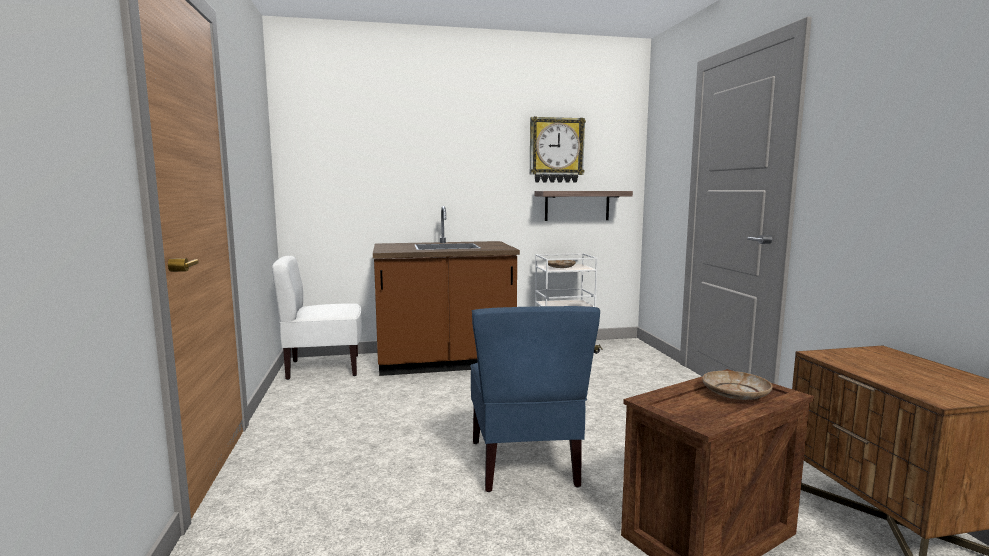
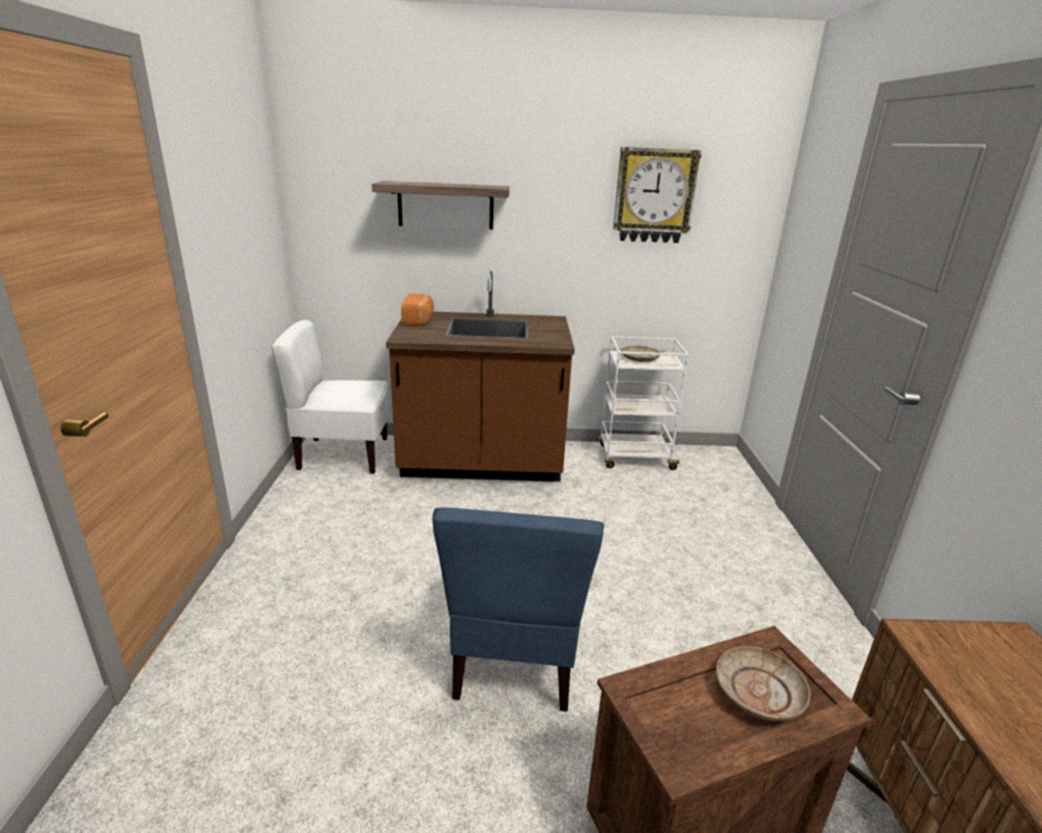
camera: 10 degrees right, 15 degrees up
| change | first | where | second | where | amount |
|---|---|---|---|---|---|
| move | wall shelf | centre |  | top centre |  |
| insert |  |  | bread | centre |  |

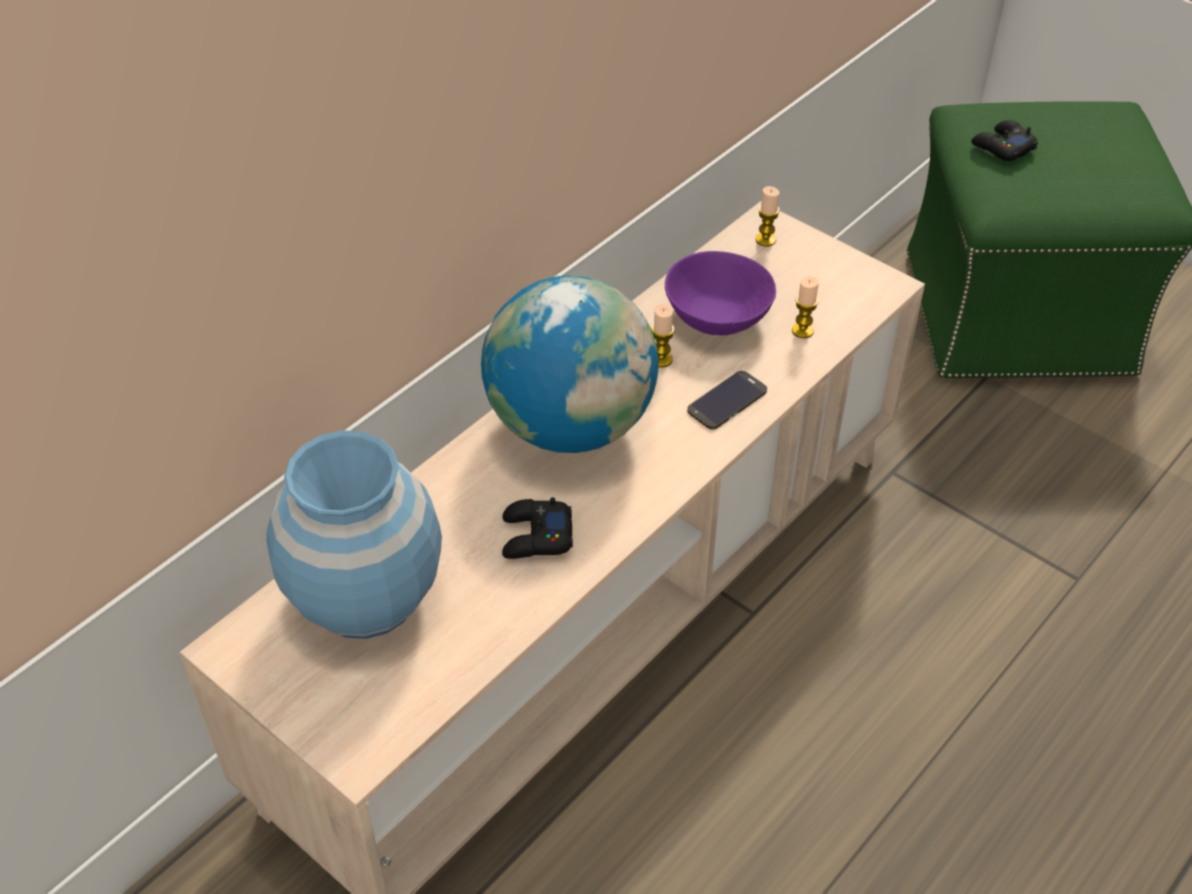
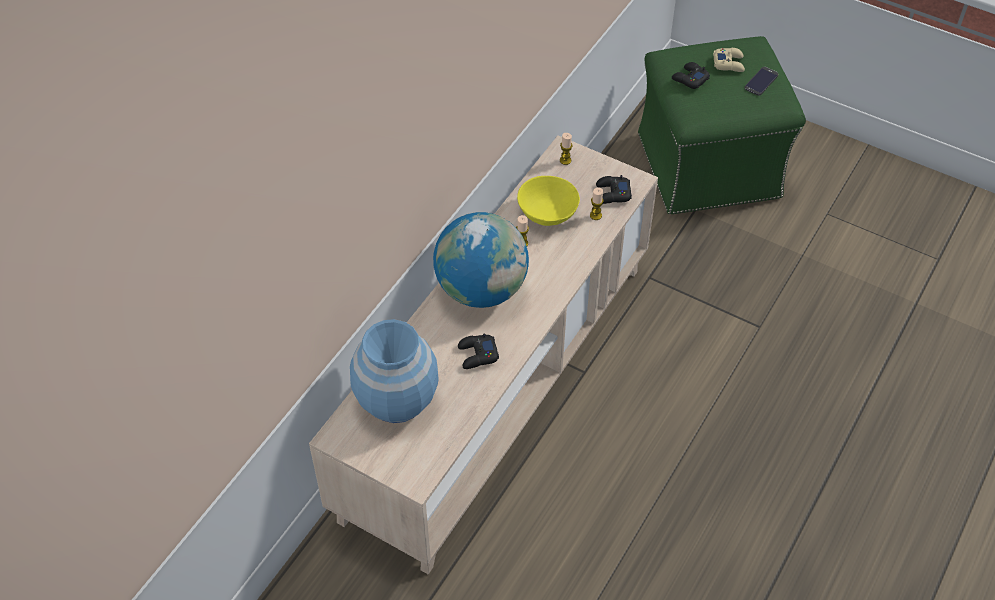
camera: 10 degrees left, 5 degrees up
| change | first | where | second | where | amount |
|---|---|---|---|---|---|
| recolor | purple-coloured deep dish | top centre | yellowish deep dish | centre |  |
| move | telephone | centre |  | top right |  |
| insert |  |  | blackish joypad (2nd from left) | top centre |  |
| insert |  |  | beige joypad | top right |  |

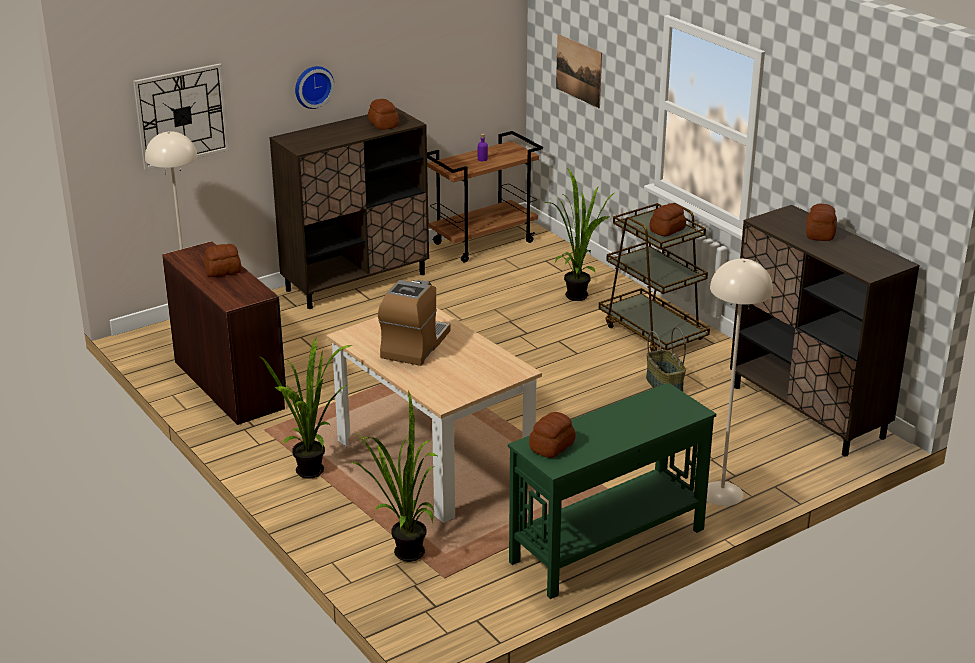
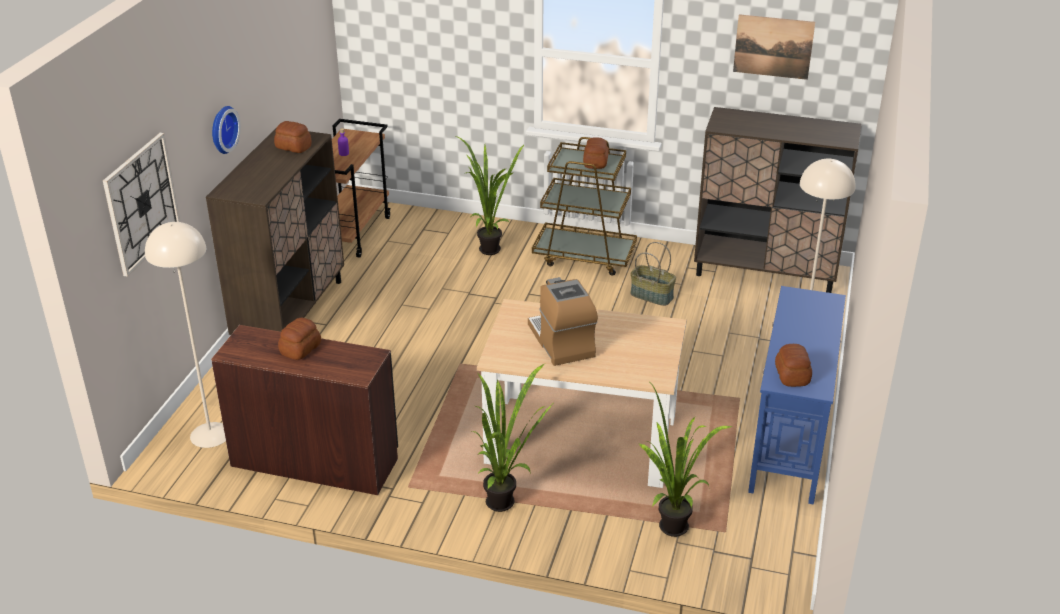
camera: 40 degrees left, 5 degrees up
| change | first | where | second | where | amount |
|---|---|---|---|---|---|
| recolor | green-coloured hall table | bottom centre | bluish hall table | middle right |  |
| move | picture | top centre |  | top right |  |
| delete | bread (5th from left) | middle right |  |  |  |

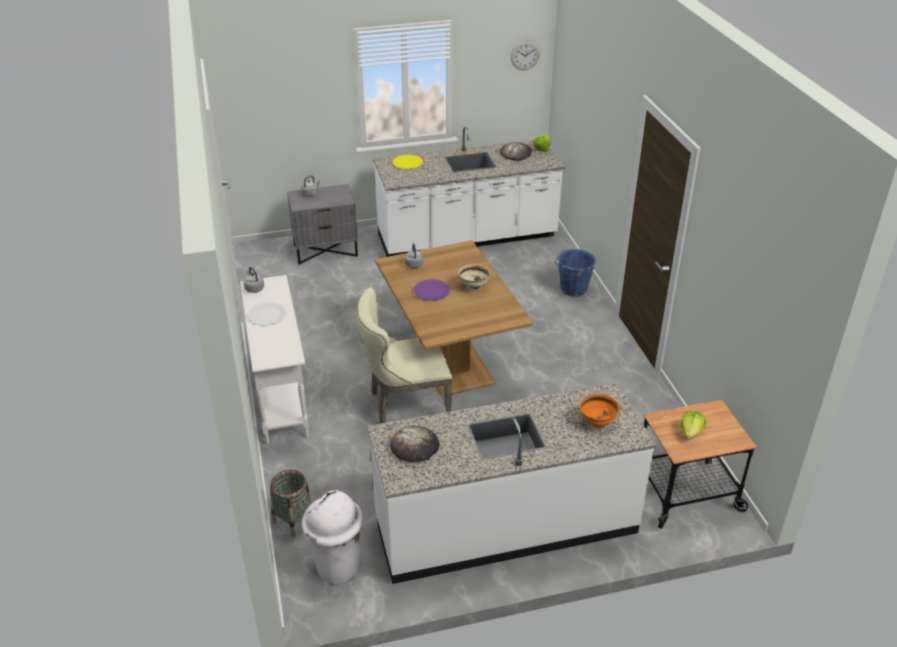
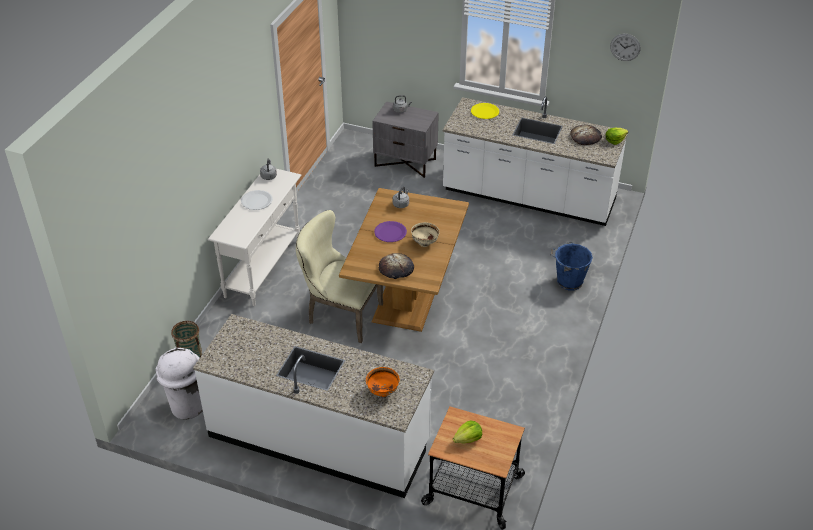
camera: 35 degrees right, 5 degrees up
| change | first | where | second | where | amount |
|---|---|---|---|---|---|
| move | bread (1st from left) | bottom centre |  | centre |  |

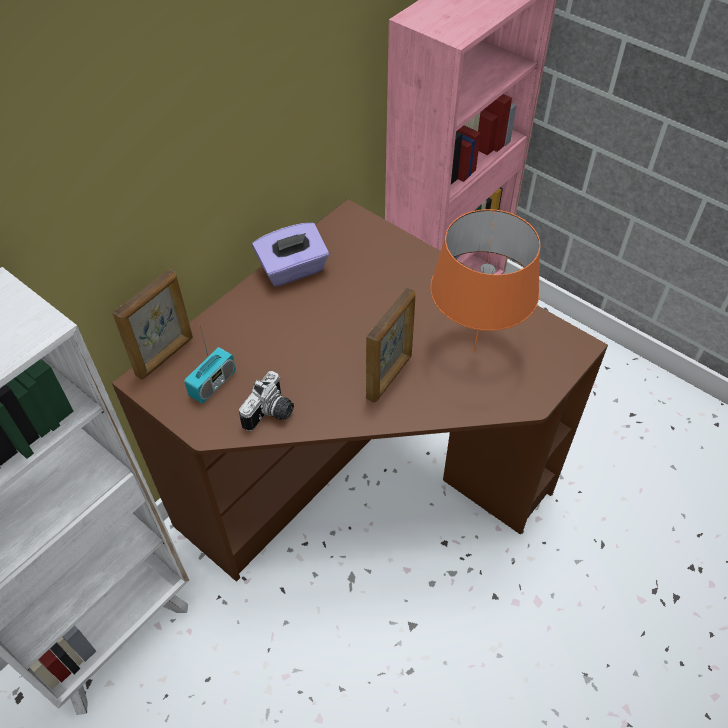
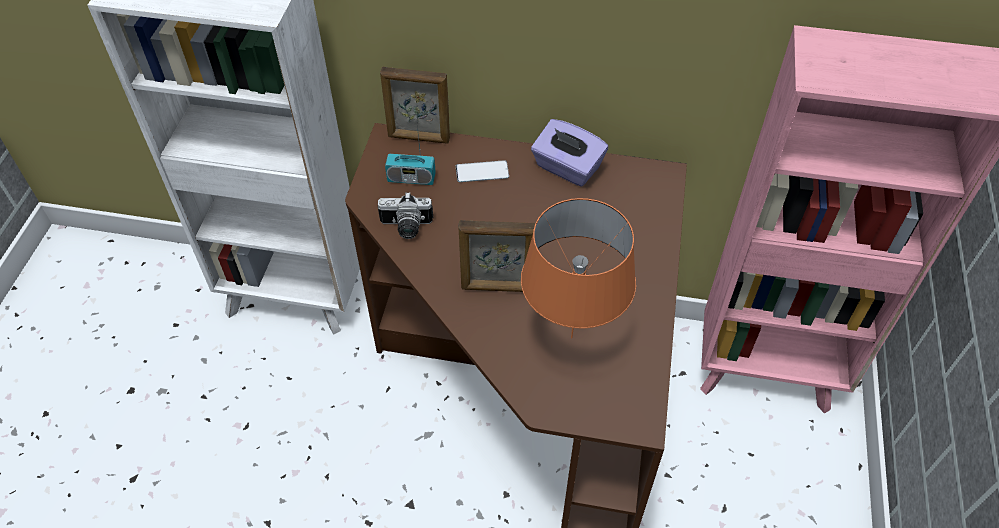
camera: 60 degrees right, 0 degrees up
| change | first | where | second | where | amount |
|---|---|---|---|---|---|
| insert |  |  | telephone | top centre |  |

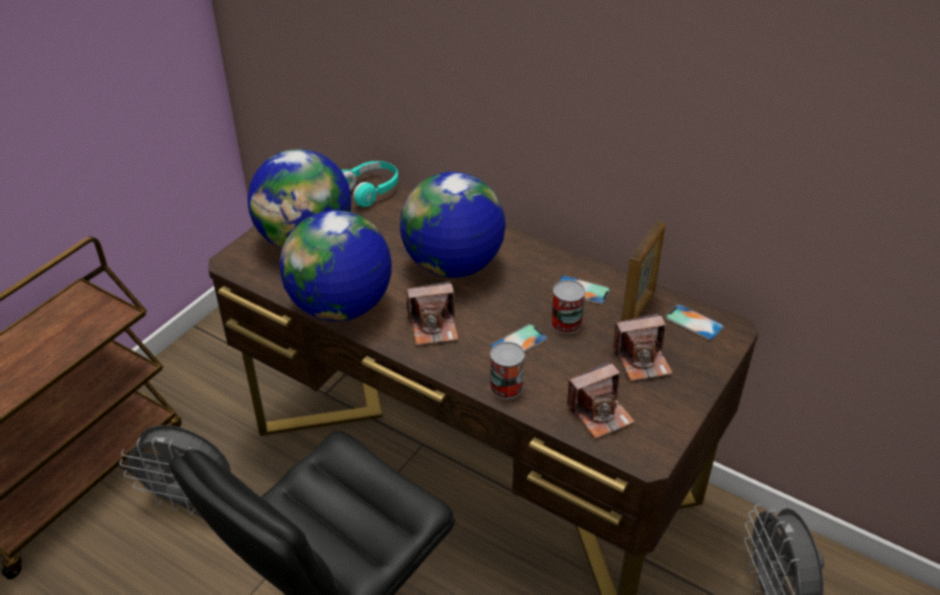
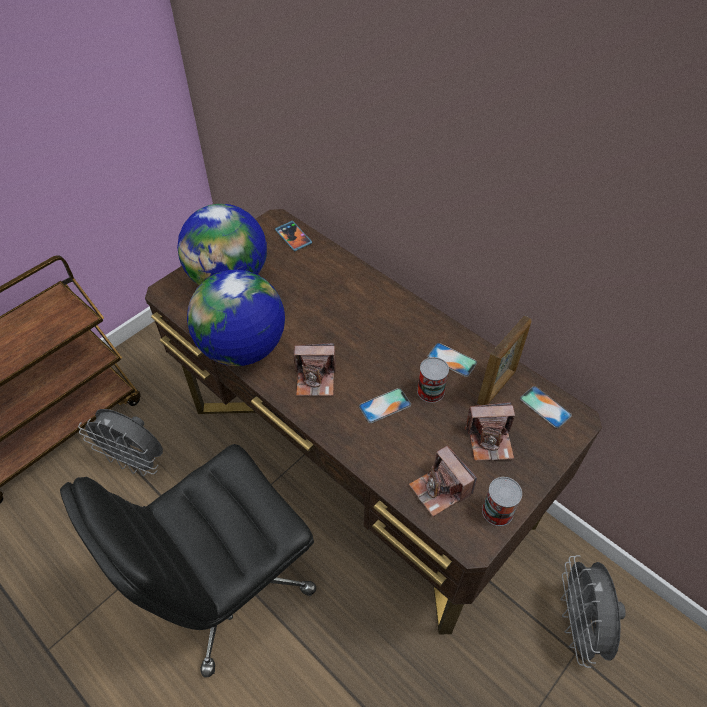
camera: 10 degrees right, 10 degrees up
| change | first | where | second | where | amount |
|---|---|---|---|---|---|
| replace | turquoise-coloured pair of headphones | top centre | telephone (1st from left) | centre |  |
| delete | globe (3rd from left) | centre |  |  |  |
| move | sealed can (1st from left in the first image) | centre | sealed can (2nd from left) | bottom right |  |
| rotate | still camera (2nd from left) | bottom centre |  | bottom centre | 75 degrees clockwise |

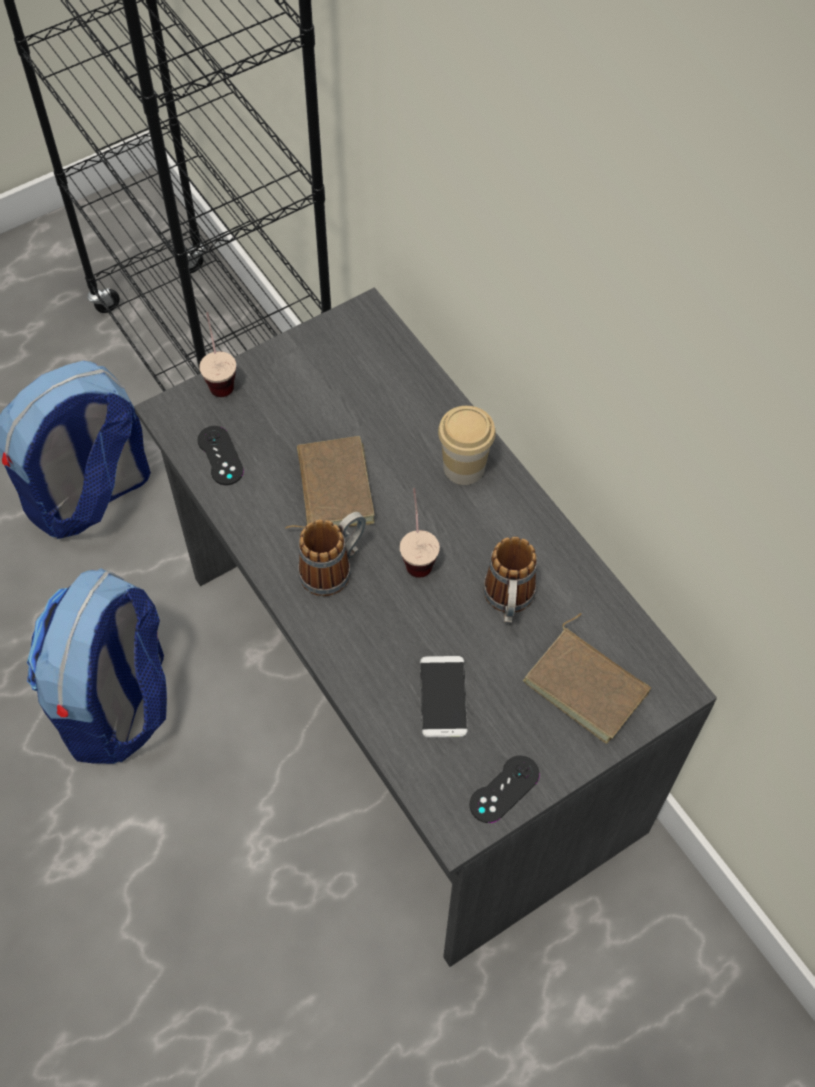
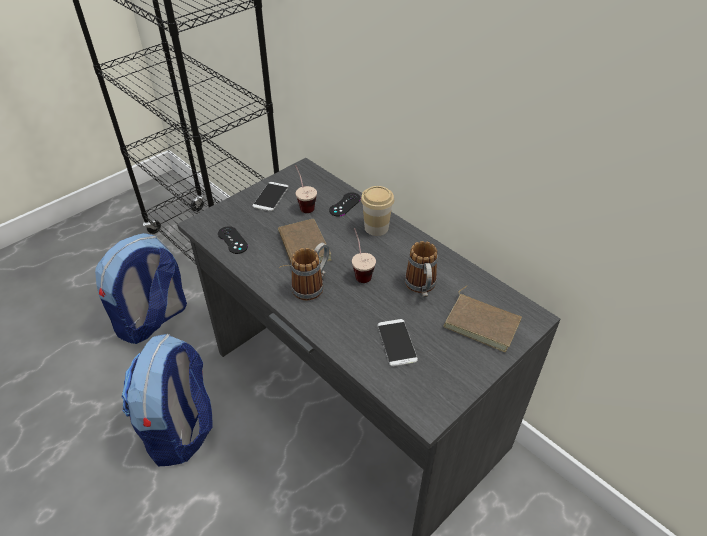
camera: 10 degrees left, 15 degrees down
| change | first | where | second | where | amount |
|---|---|---|---|---|---|
| move | small cup (1st from left) | top left |  | centre |  |
| move | blackish joypad (2nd from left) | bottom centre |  | centre |  |
| insert |  |  | telephone (1st from left) | centre |  |

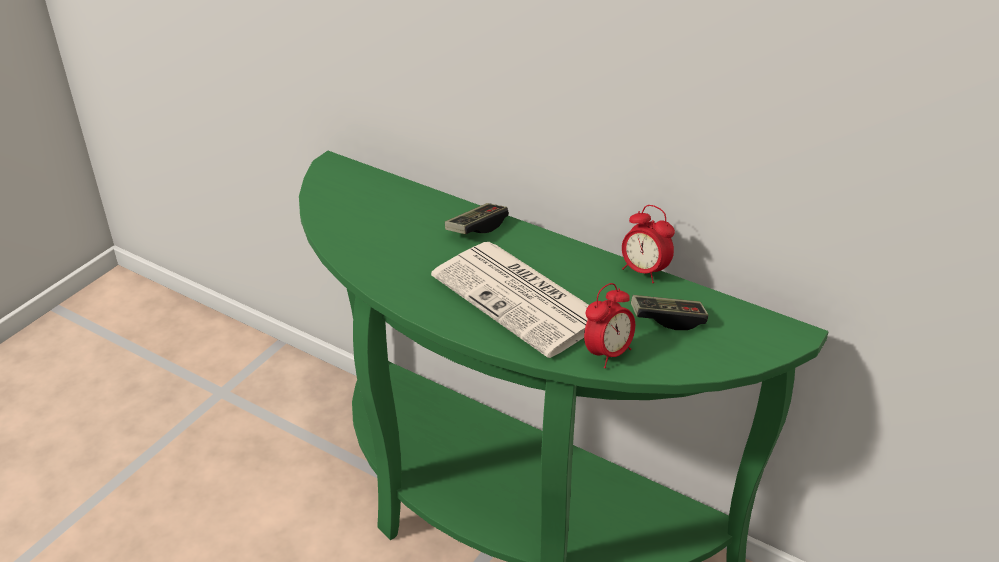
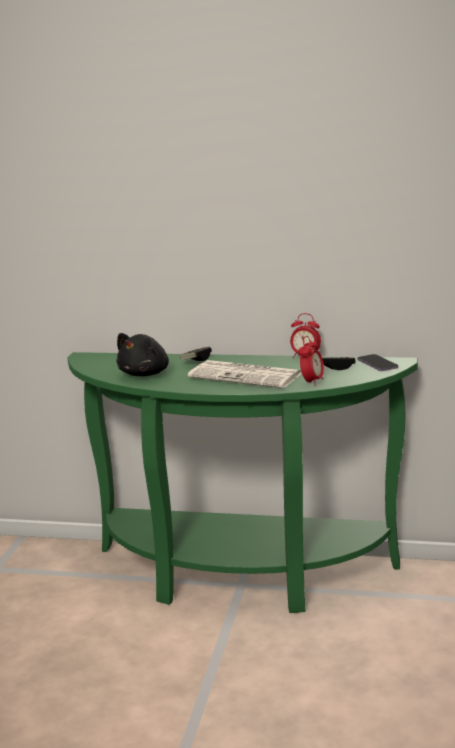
camera: 20 degrees left, 20 degrees down
| change | first | where | second | where | amount |
|---|---|---|---|---|---|
| insert |  |  | blackish cuddly toy | middle left |  |
| insert |  |  | telephone | middle right |  |

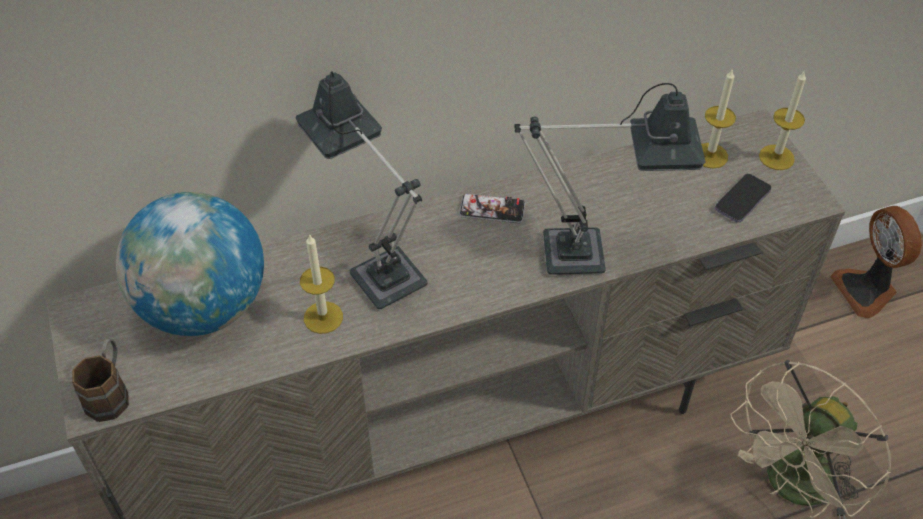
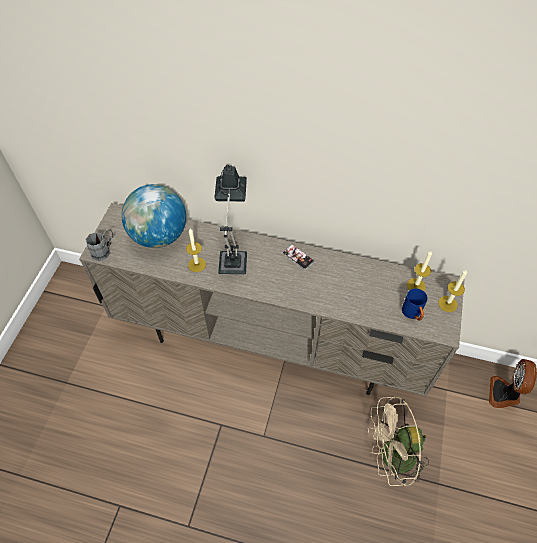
camera: 35 degrees right, 5 degrees up
| change | first | where | second | where | amount |
|---|---|---|---|---|---|
| recolor | brown mug | bottom left | gray mug | middle left |  |
| delete | tabletop lamp (2nd from left) | centre |  |  |  |
| replace | telephone (2nd from left) | middle right | bluish mug | middle right |  |

